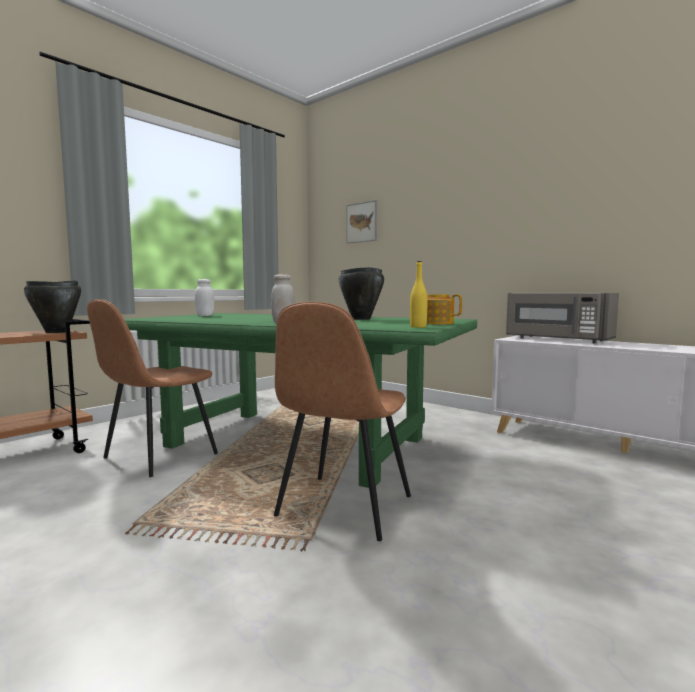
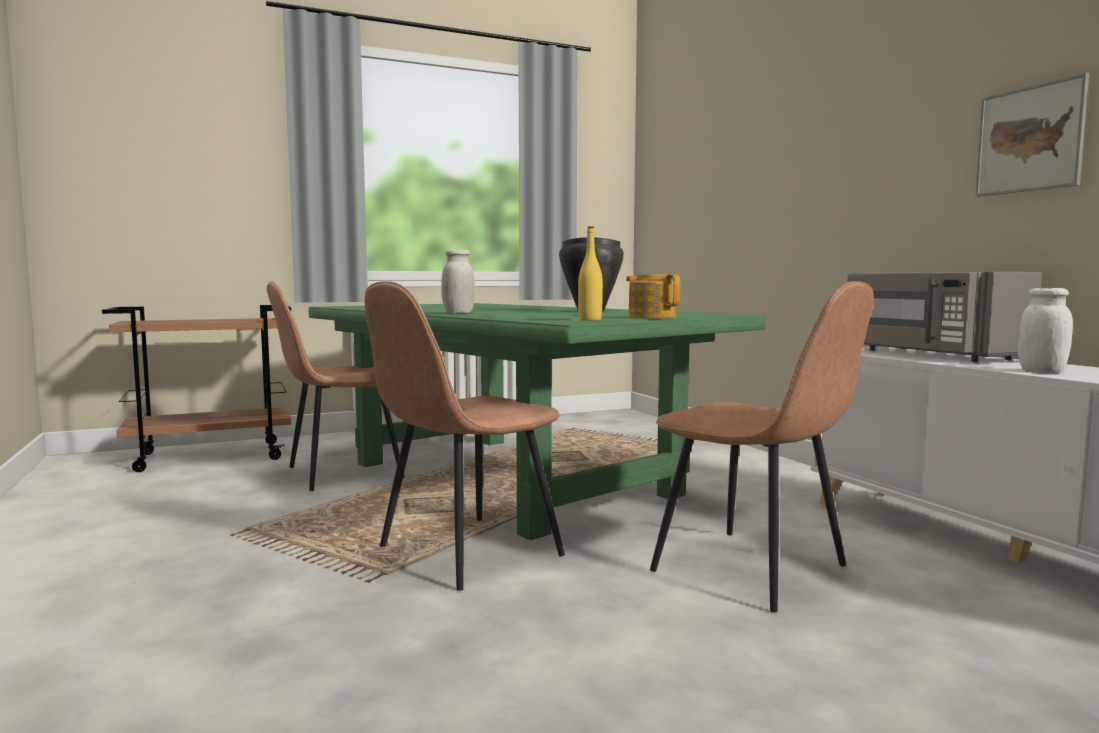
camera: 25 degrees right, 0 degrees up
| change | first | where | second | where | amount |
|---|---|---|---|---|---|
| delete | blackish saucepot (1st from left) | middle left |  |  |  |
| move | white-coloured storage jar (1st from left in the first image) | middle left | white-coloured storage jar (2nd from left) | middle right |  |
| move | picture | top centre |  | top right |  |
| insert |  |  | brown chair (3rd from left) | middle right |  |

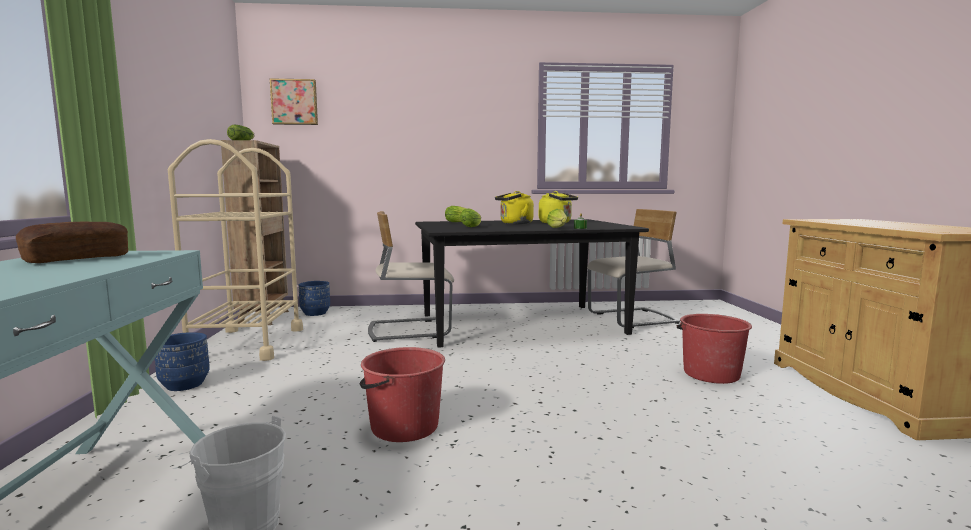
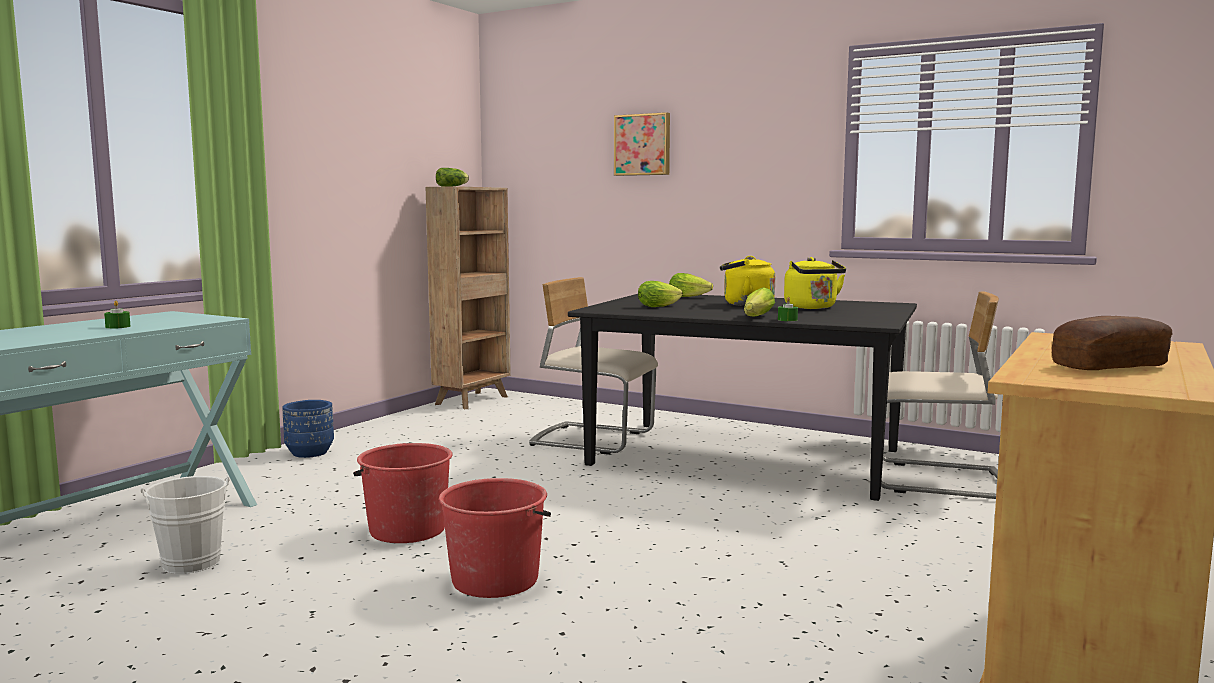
camera: 35 degrees right, 0 degrees up
| change | first | where | second | where | amount |
|---|---|---|---|---|---|
| move | bread | middle left |  | middle right |  |
| delete | beige wheeled cart | middle left |  |  |  |
| move | picture | top left |  | top centre |  |
| delete | bluish plant pot (2nd from left) | middle left |  |  |  |
| move | reddish bucket (2nd from left) | middle right |  | bottom centre |  |
| insert |  |  | green-coloured wax light (1st from left) | middle left |  |

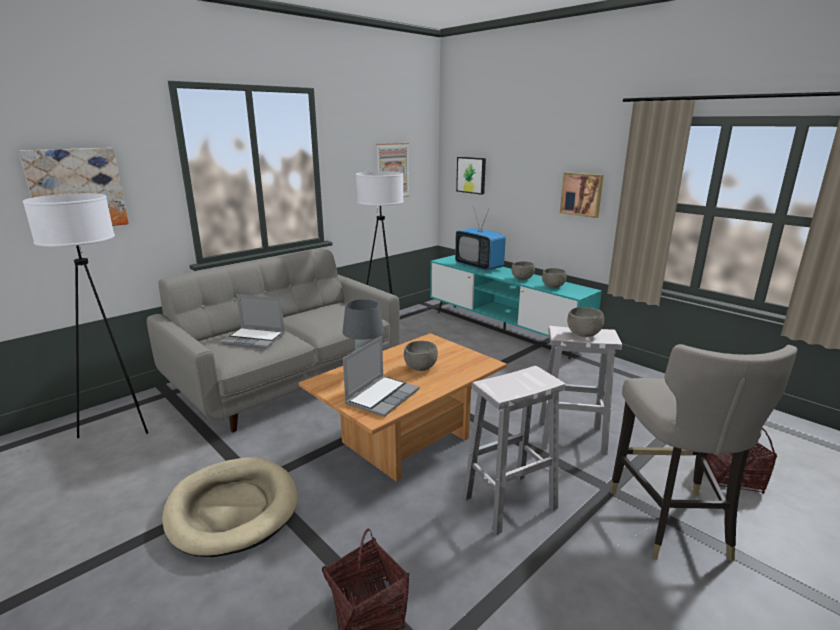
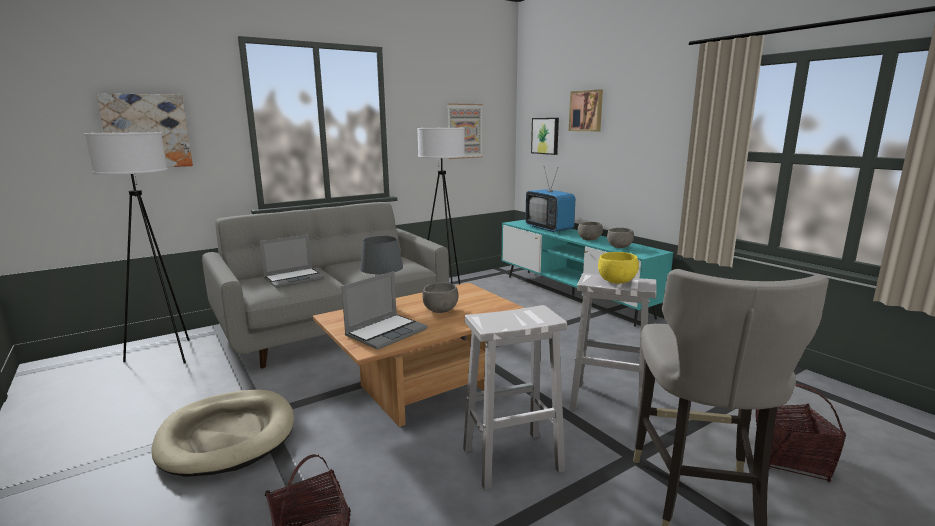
camera: 10 degrees right, 5 degrees down
| change | first | where | second | where | amount |
|---|---|---|---|---|---|
| rotate | notebook computer (1st from left) | middle left |  | middle left | 60 degrees counterclockwise |
| move | picture (4th from left) | top right |  | top centre |  |
| recolor | gray deep dish (4th from left) | middle right | yellowish deep dish | centre |  |

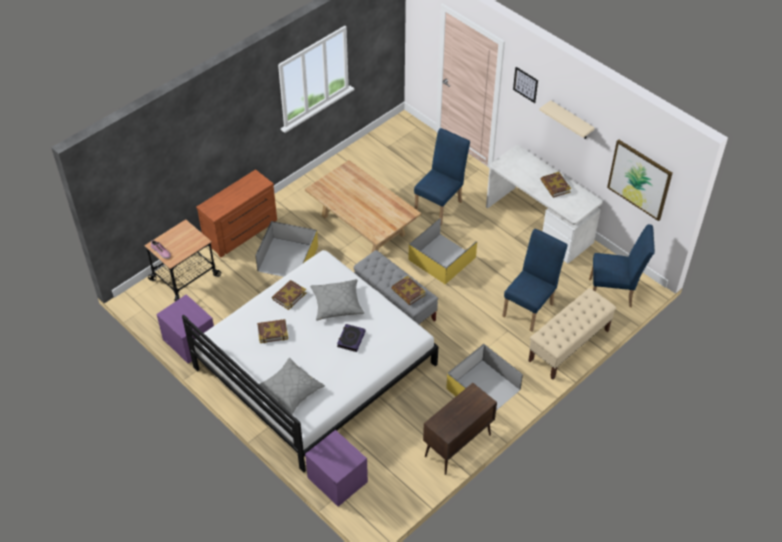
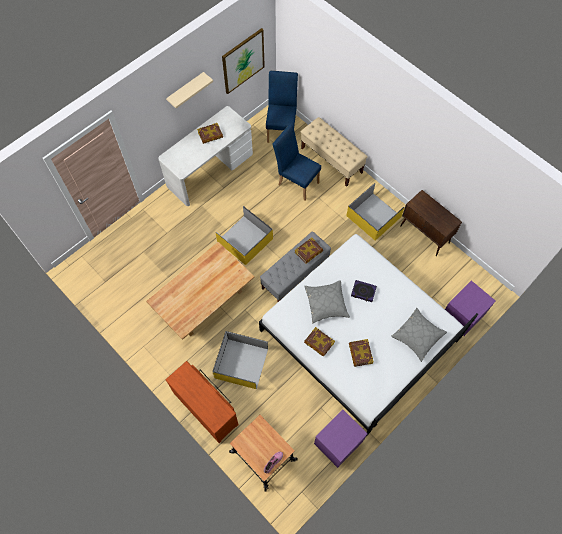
camera: 90 degrees left, 15 degrees up
| change | first | where | second | where | amount |
|---|---|---|---|---|---|
| delete | bluish chair (1st from left) | top centre |  |  |  |
| delete | picture (1st from left) | top right |  |  |  |

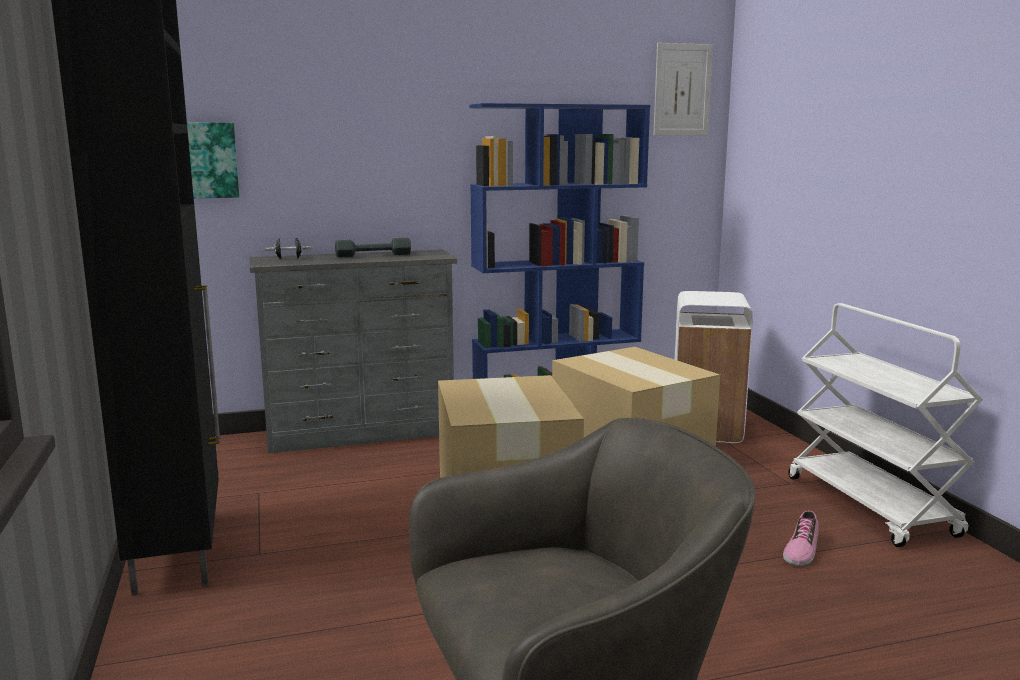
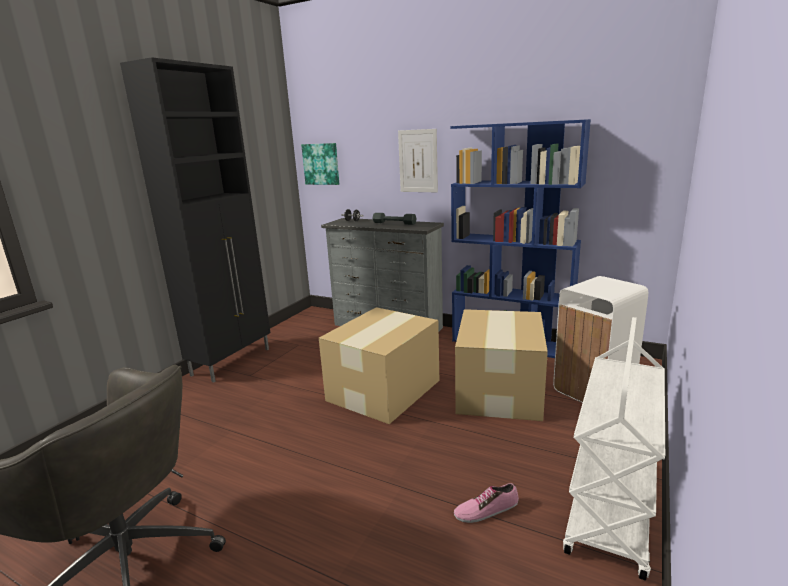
camera: 45 degrees right, 5 degrees up
| change | first | where | second | where | amount |
|---|---|---|---|---|---|
| move | picture (2nd from left) | top right |  | top centre |  |

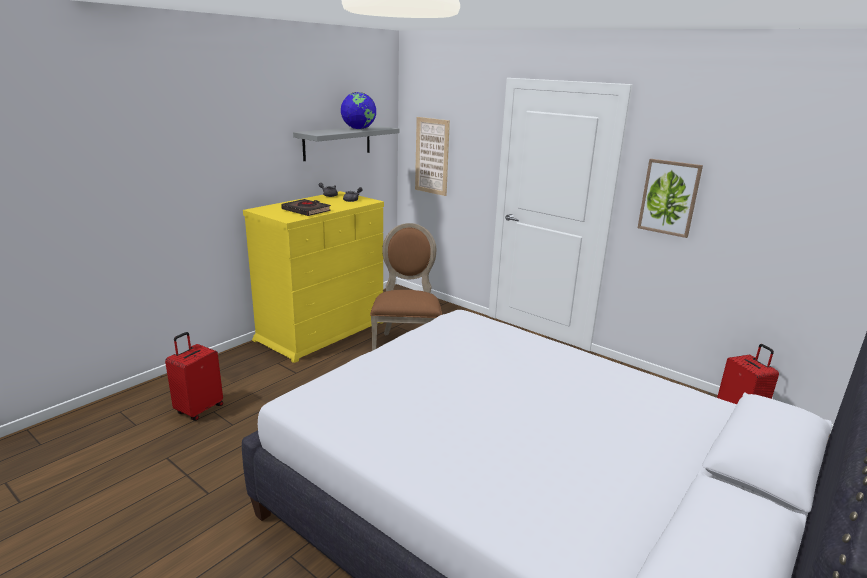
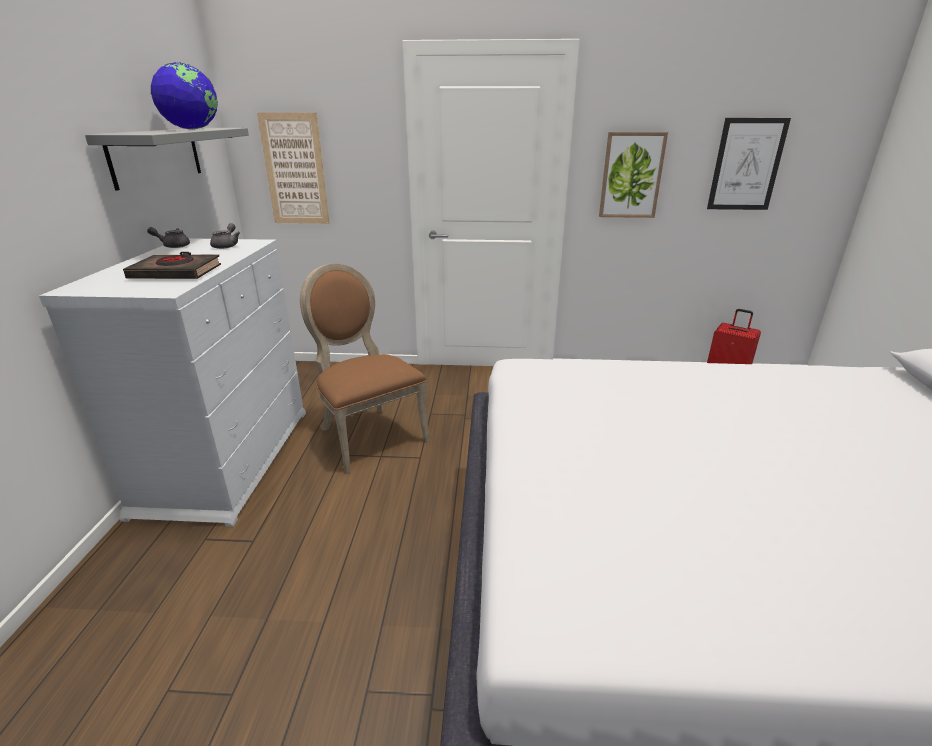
camera: 35 degrees left, 5 degrees up
| change | first | where | second | where | amount |
|---|---|---|---|---|---|
| delete | reddish piece of luggage (1st from left) | middle left |  |  |  |
| recolor | yellowish chest of drawers | centre | white-coloured chest of drawers | middle left |  |
| insert |  |  | picture (3rd from left) | top right |  |

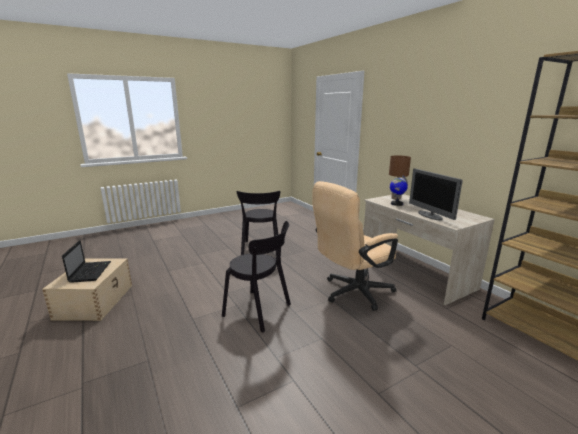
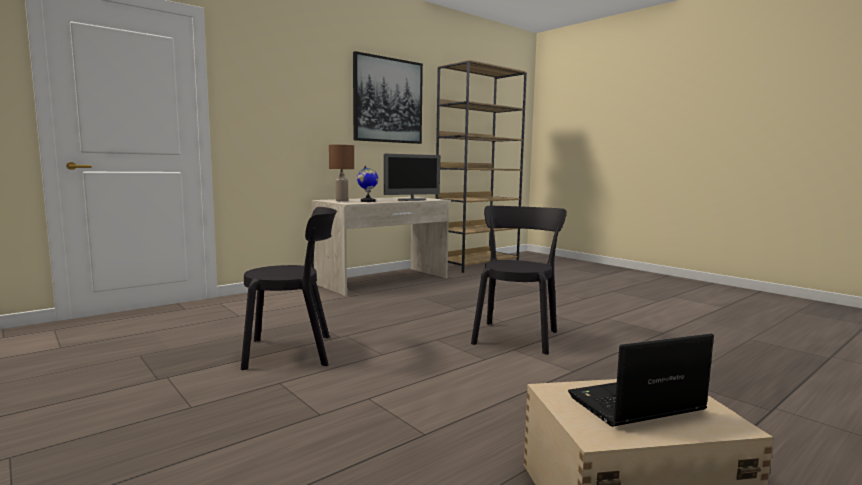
camera: 100 degrees left, 10 degrees down
| change | first | where | second | where | amount |
|---|---|---|---|---|---|
| delete | beige office chair | centre |  |  |  |
| insert |  |  | picture | top centre |  |

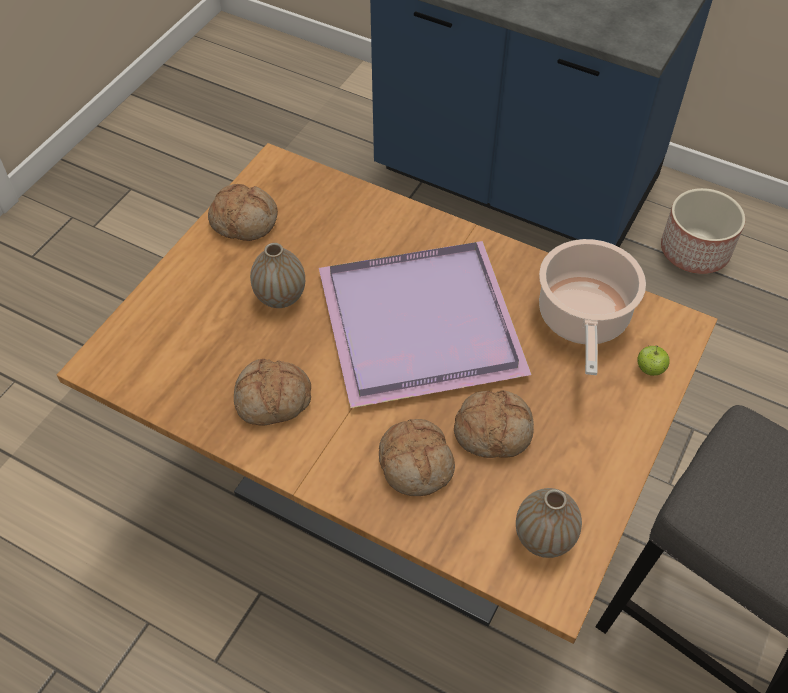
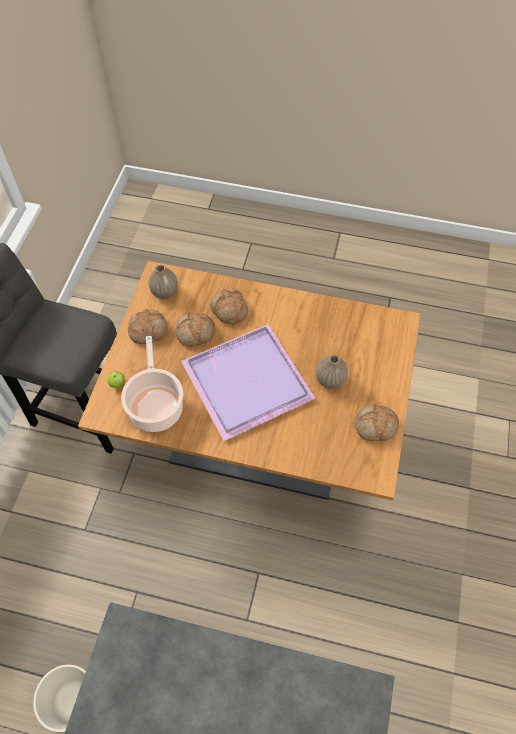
camera: 165 degrees right, 5 degrees up
| change | first | where | second | where | amount |
|---|---|---|---|---|---|
| move | bread (2nd from left in the first image) | centre | bread (1st from left) | middle left |  |

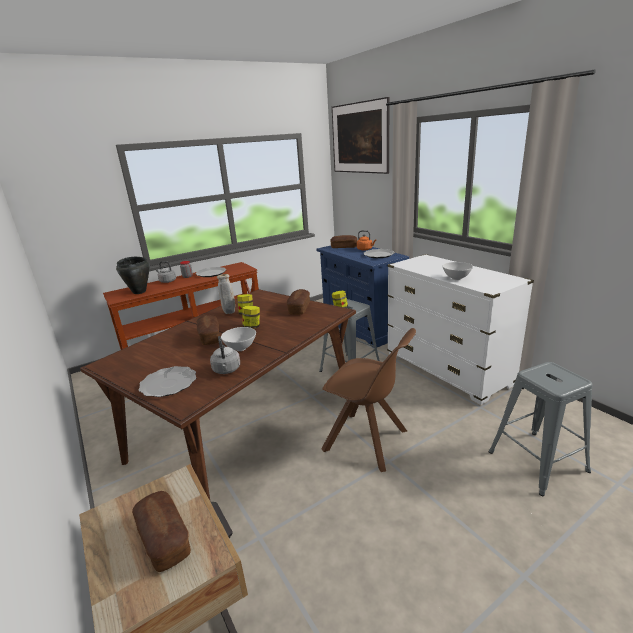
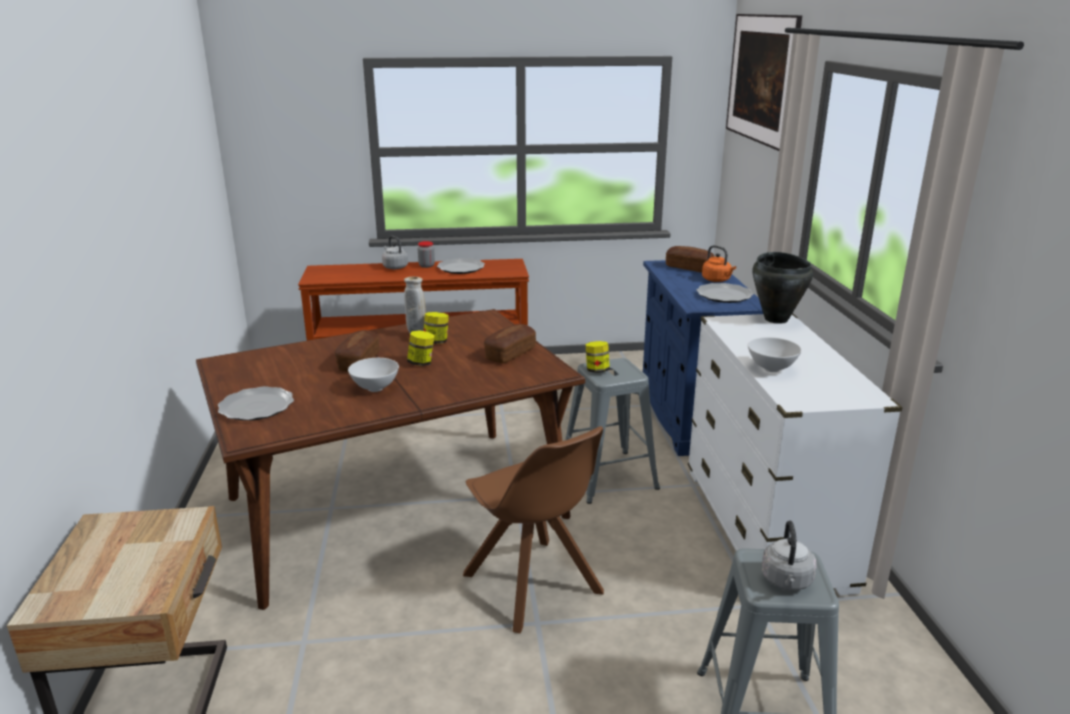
camera: 25 degrees right, 0 degrees up
| change | first | where | second | where | amount |
|---|---|---|---|---|---|
| move | blackish saucepot | middle left |  | middle right |  |
| delete | bread (1st from left) | bottom left |  |  |  |
| move | gray kettle (2nd from left) | centre |  | bottom right |  |

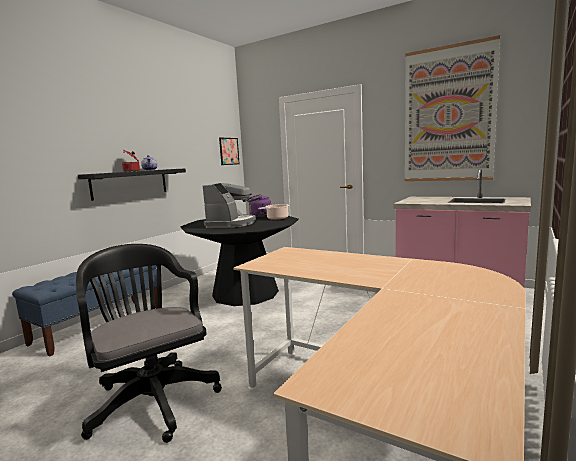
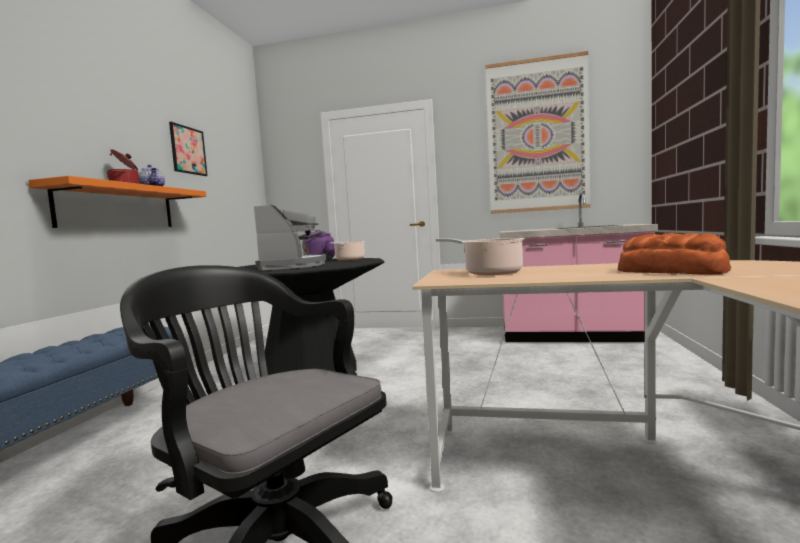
camera: 20 degrees left, 5 degrees down
| change | first | where | second | where | amount |
|---|---|---|---|---|---|
| recolor | blackish wall shelf | middle left | orange-coloured wall shelf | middle left |  |
| move | picture (1st from left) | top centre |  | top left |  |
| insert |  |  | saucepot (3rd from left) | centre |  |
| insert |  |  | bread | middle right |  |

